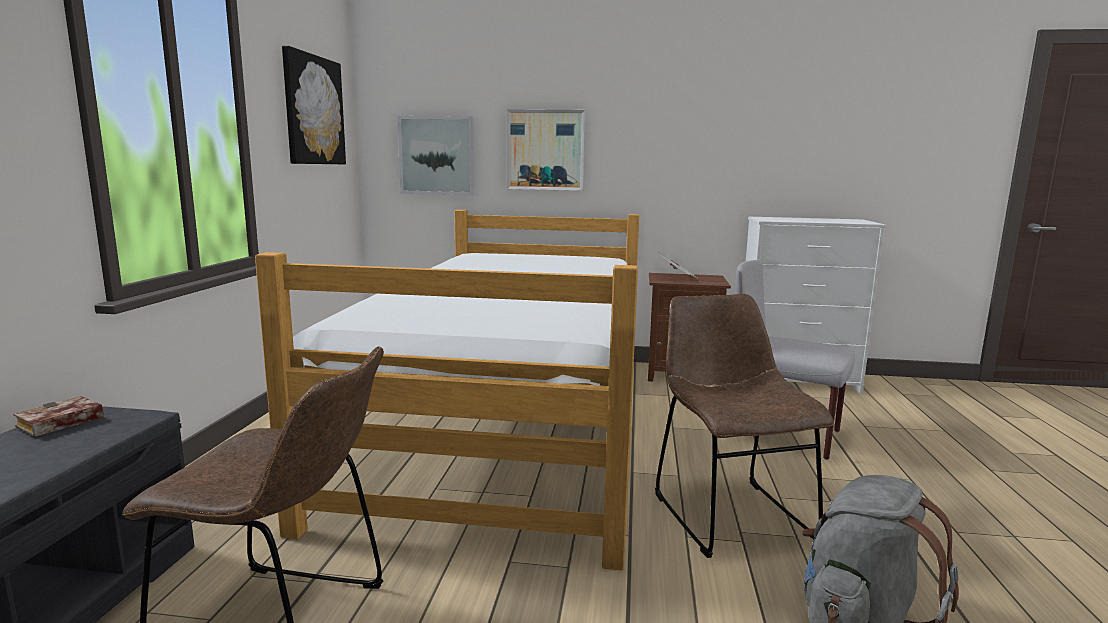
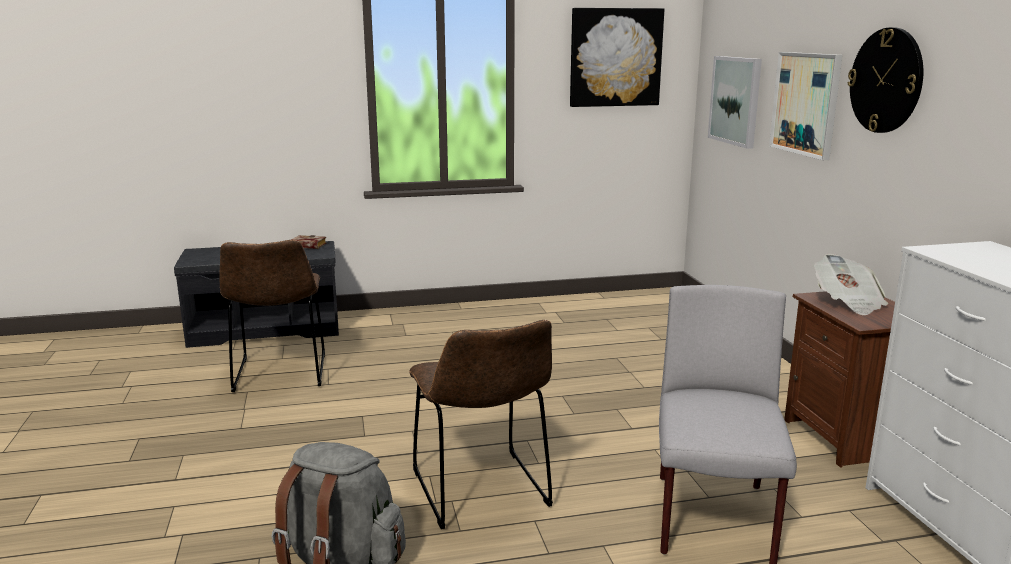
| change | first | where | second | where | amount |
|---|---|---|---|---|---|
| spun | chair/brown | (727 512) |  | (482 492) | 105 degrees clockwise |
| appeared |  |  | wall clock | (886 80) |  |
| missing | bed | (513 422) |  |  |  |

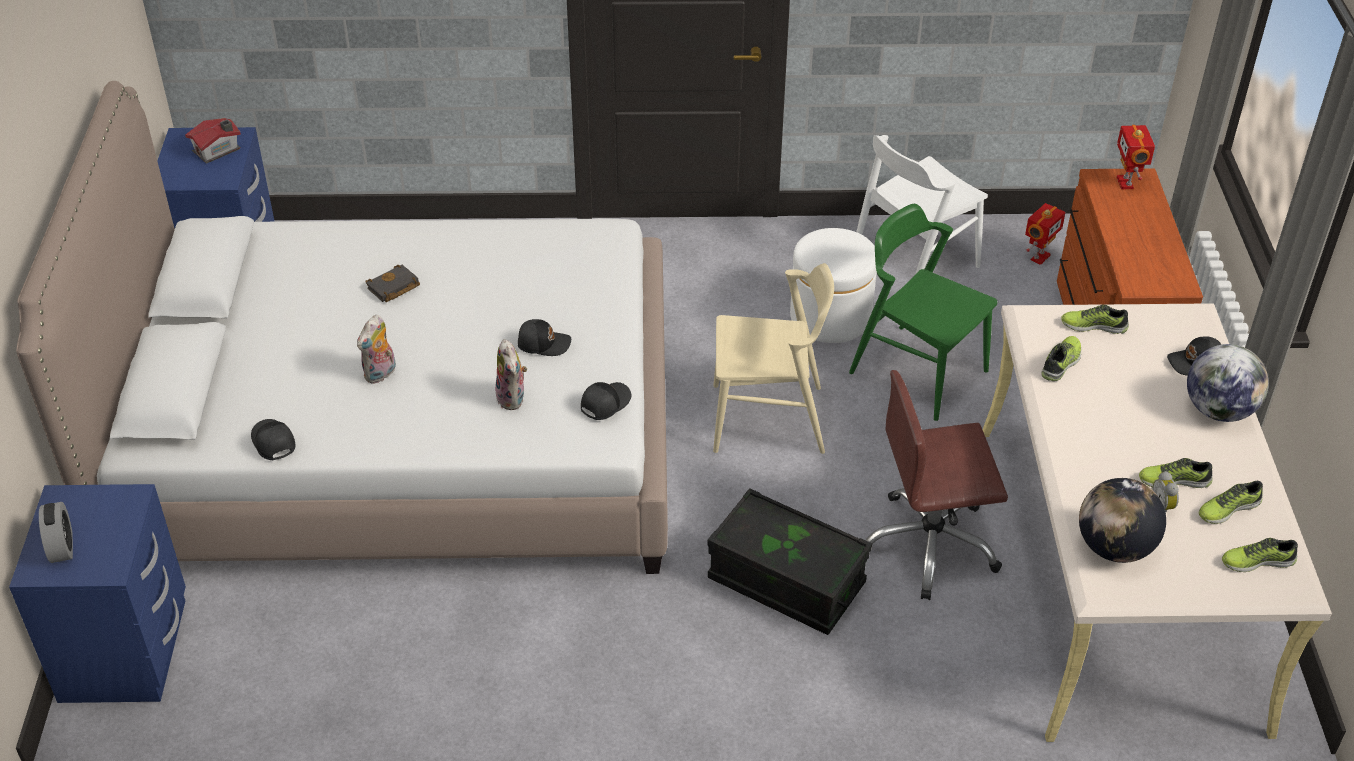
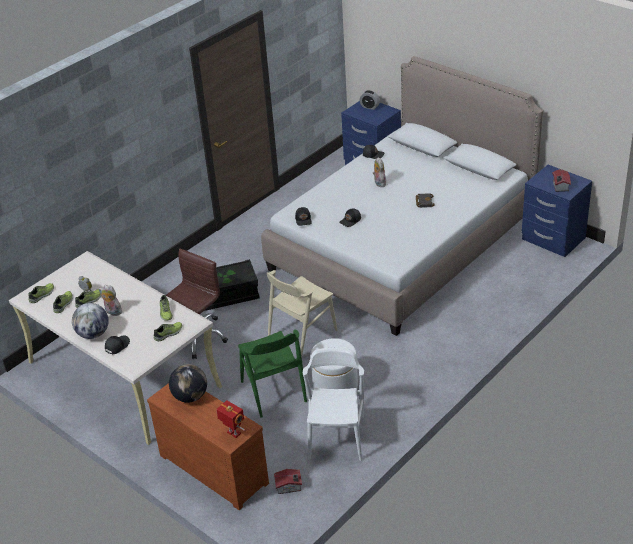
| change | first | where | second | where | amount |
|---|---|---|---|---|---|
| relocated | plush toy | (513 398) |  | (112 312) |  |
| relocated | globe | (1114 548) |  | (190 396) |  |
| spun | chair/green | (918 371) |  | (273 391) | 75 degrees clockwise |
| exchanged | toy robot | (1039 257) | toy house | (289 487) |  |

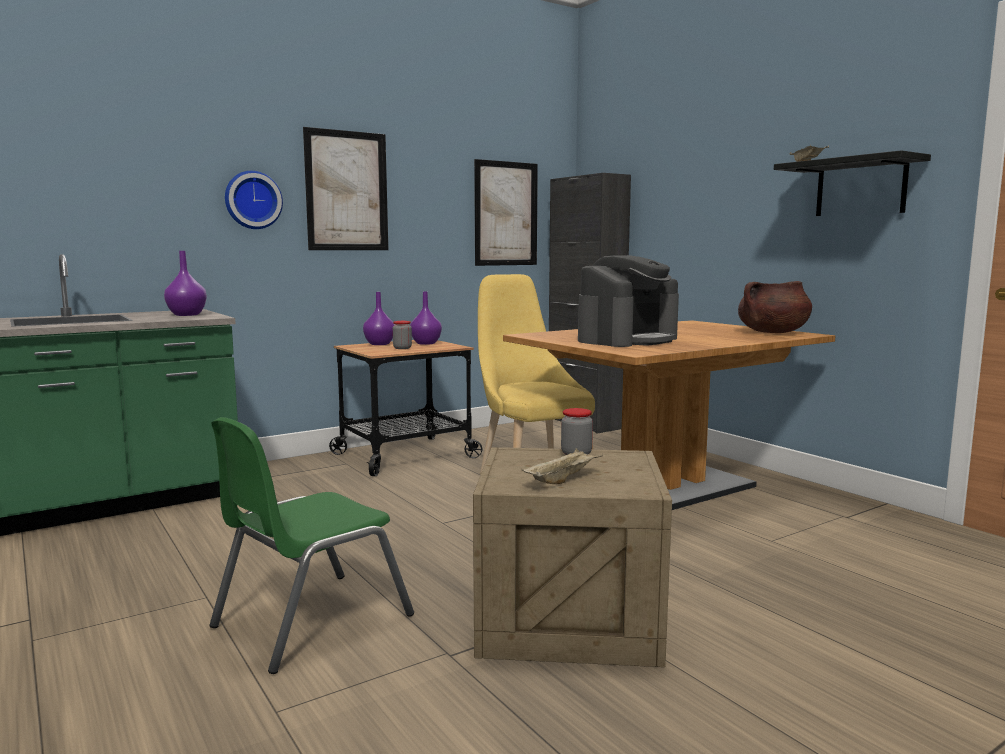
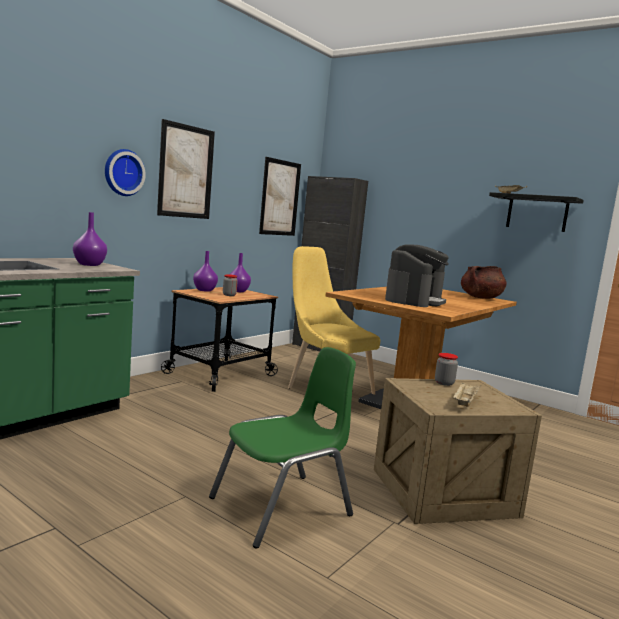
| change | first | where | second | where | amount |
|---|---|---|---|---|---|
| spun | chair/green | (310 620) |  | (282 508) | 150 degrees counterclockwise |

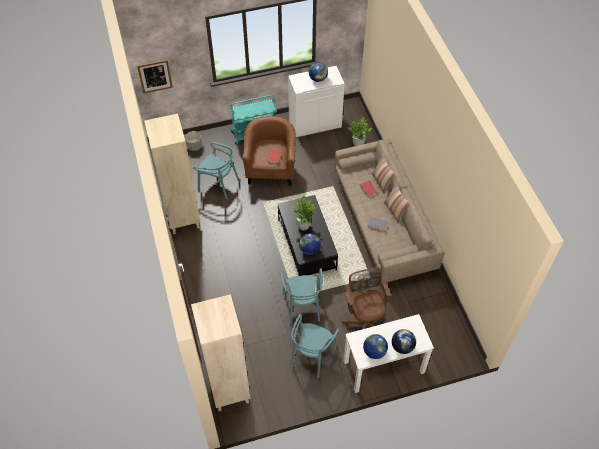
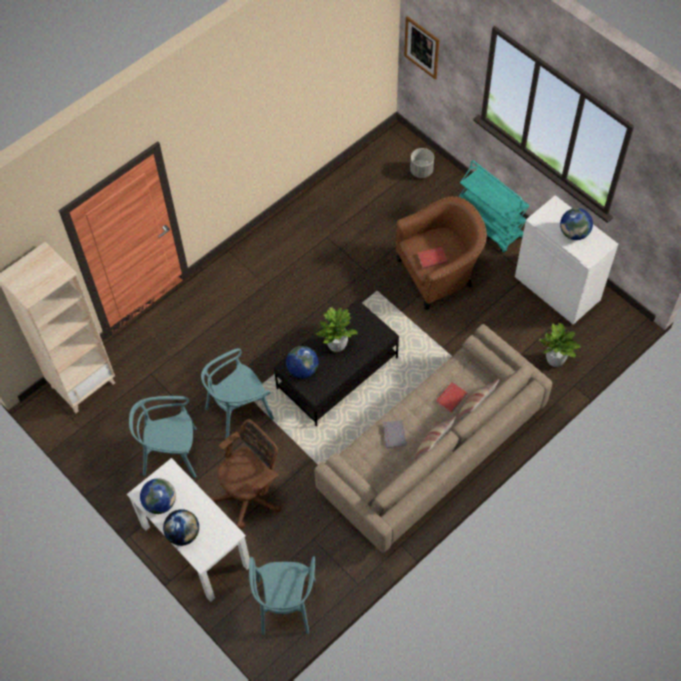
| change | first | where | second | where | amount |
|---|---|---|---|---|---|
| relocated | chair/turquoise | (219 184) |  | (285 605) |  |
| missing | bookcase/beige | (183 218) |  |  |  |

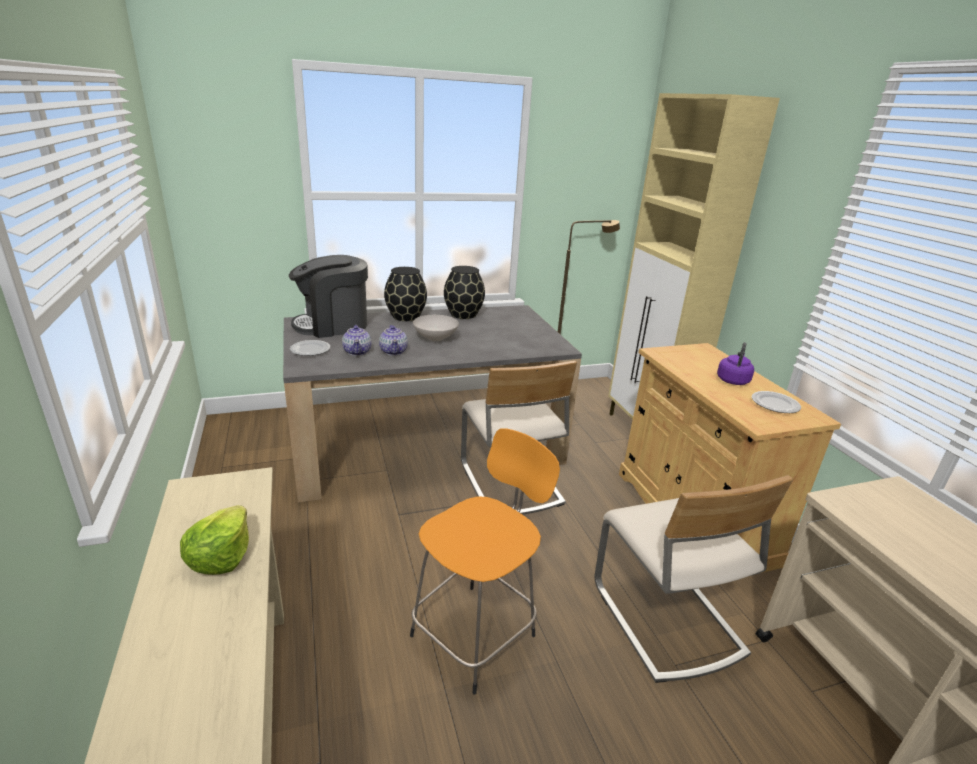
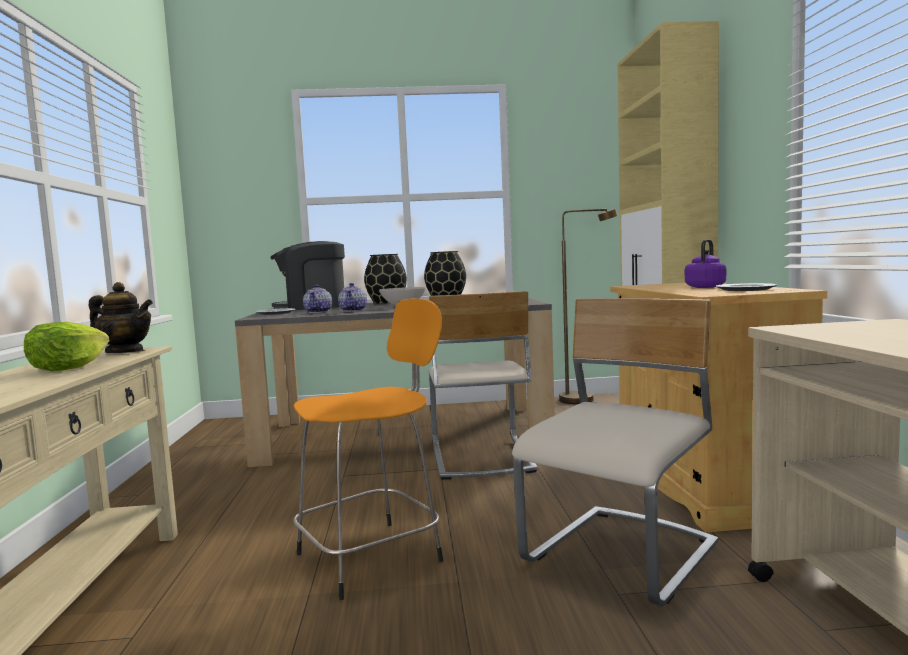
| change | first | where | second | where | amount |
|---|---|---|---|---|---|
| appeared |  |  | teapot | (125 352) |  |
| spun | chair/beige | (665 618) |  | (623 556) | 135 degrees counterclockwise |

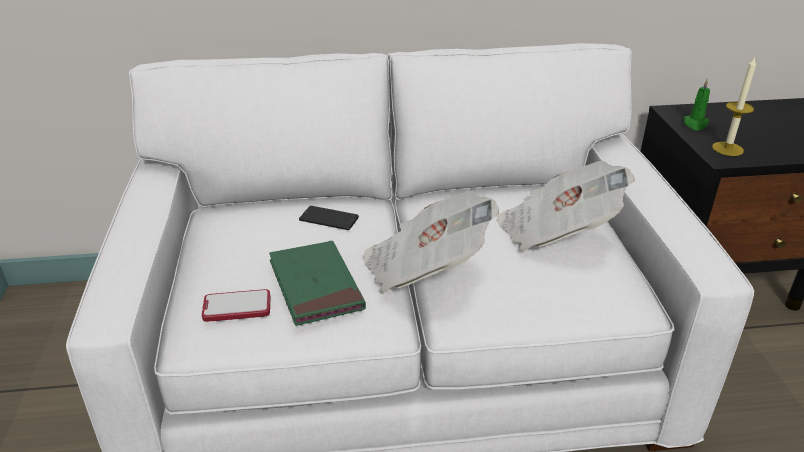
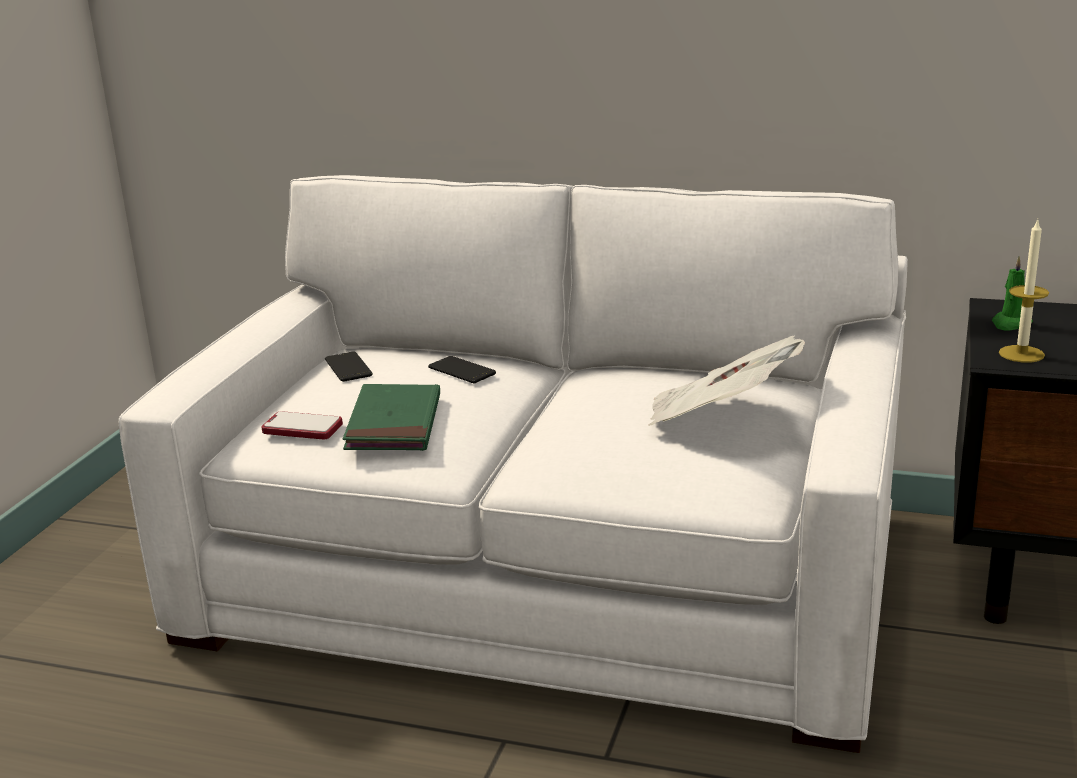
| change | first | where | second | where | amount |
|---|---|---|---|---|---|
| appeared |  |  | phone | (348 367) |  |
| missing | newspaper | (425 268) |  |  |  |

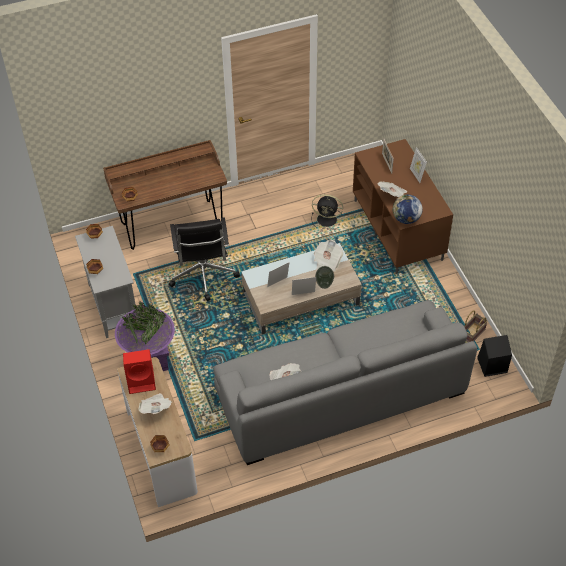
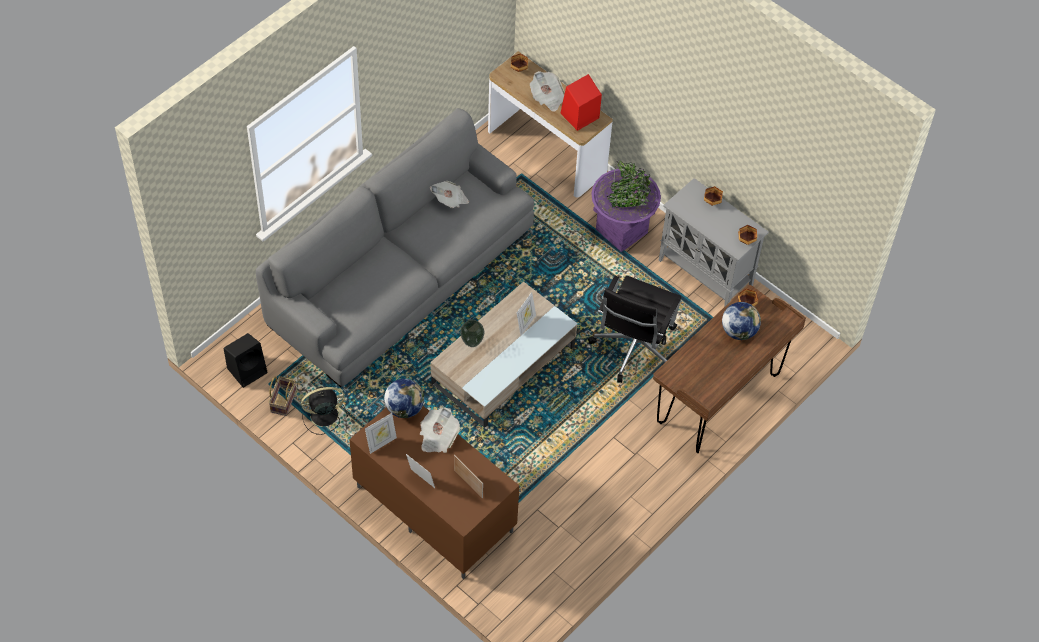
| change | first | where | second | where | amount |
|---|---|---|---|---|---|
| relocated | fan/black | (328 220) |  | (323 415) |  |
| relocated | picture frame | (303 295) |  | (381 443) |  |
| spun | office chair/black | (203 275) |  | (634 349) | 120 degrees counterclockwise |
| appeared |  |  | globe | (739 331) |  |
| missing | newspaper | (327 262) |  |  |  |

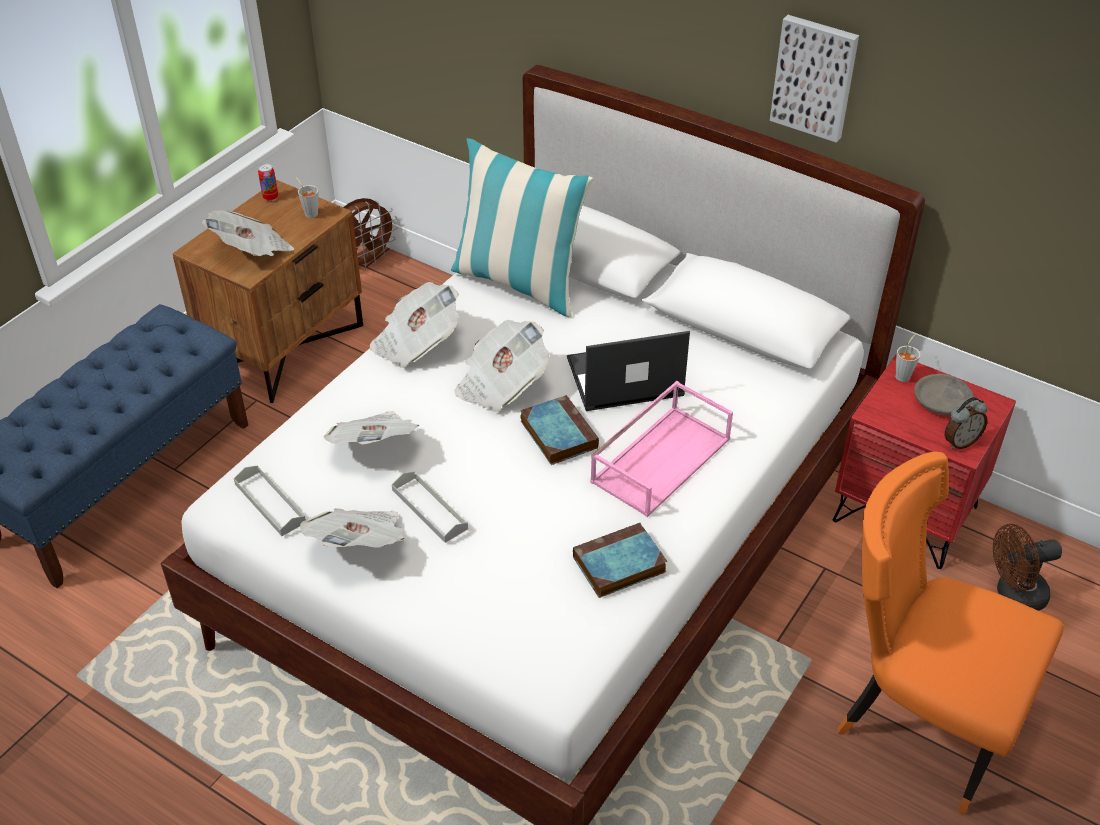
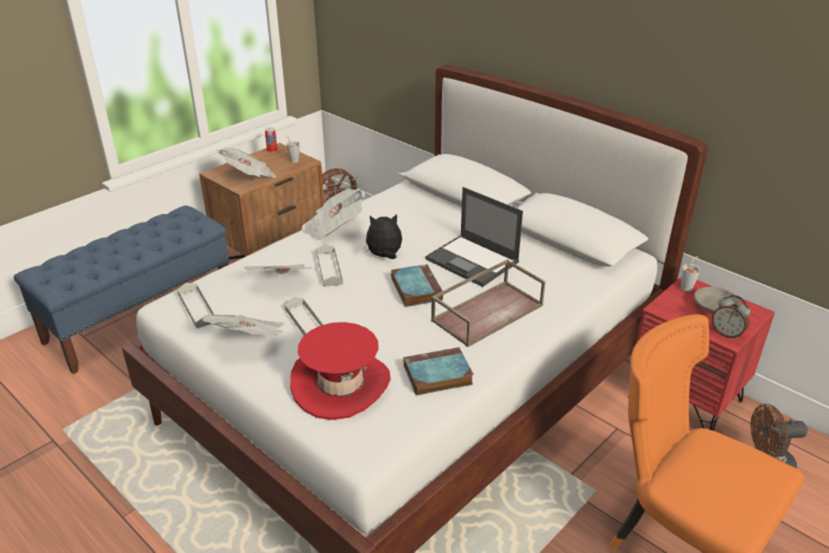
| change | first | where | second | where | amount |
|---|---|---|---|---|---|
| appeared |  |  | hat/red | (340 385) |  |
| appeared |  |  | tray/grey | (329 268) |  |
| exchanged | newspaper | (501 384) | plush toy | (384 256) |  |
| spun | laptop | (623 377) |  | (473 261) | 135 degrees counterclockwise |
| colour | tray/pink | (660 458) | tray/brown | (487 312) |  |
| spun | alarm clock | (960 442) |  | (726 333) | 60 degrees clockwise |
| missing | pillow | (519 283) |  |  |  |
| missing | picture | (815 77) |  |  |  |

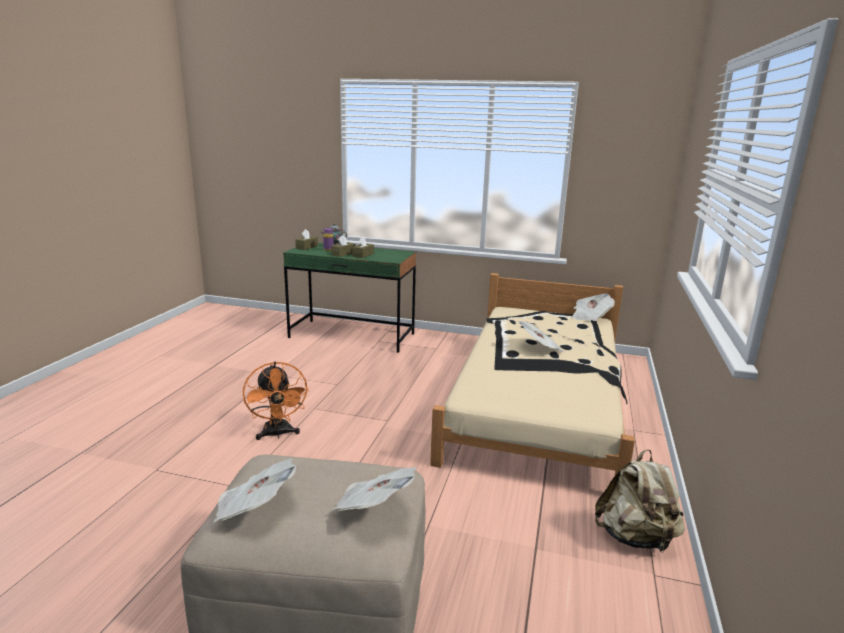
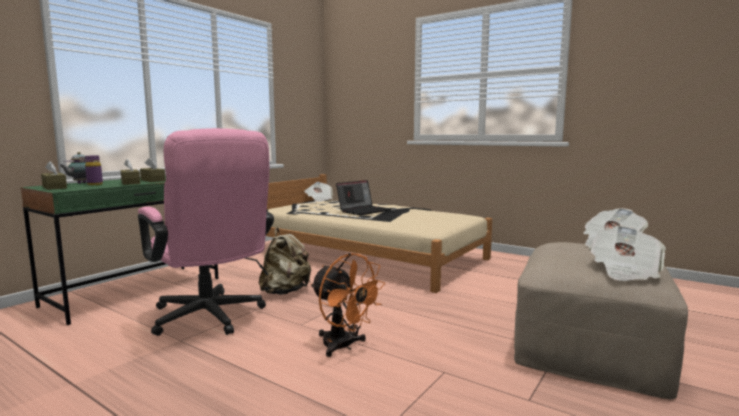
| change | first | where | second | where | amount |
|---|---|---|---|---|---|
| appeared |  |  | office chair/pink | (211 318) |  |
| relocated | backpack/beige | (635 538) |  | (285 292) |  |
| spun | fan/orange | (277 434) |  | (344 346) | 45 degrees clockwise |
| exchanged | newspaper | (539 348) | laptop | (364 210) |  |

